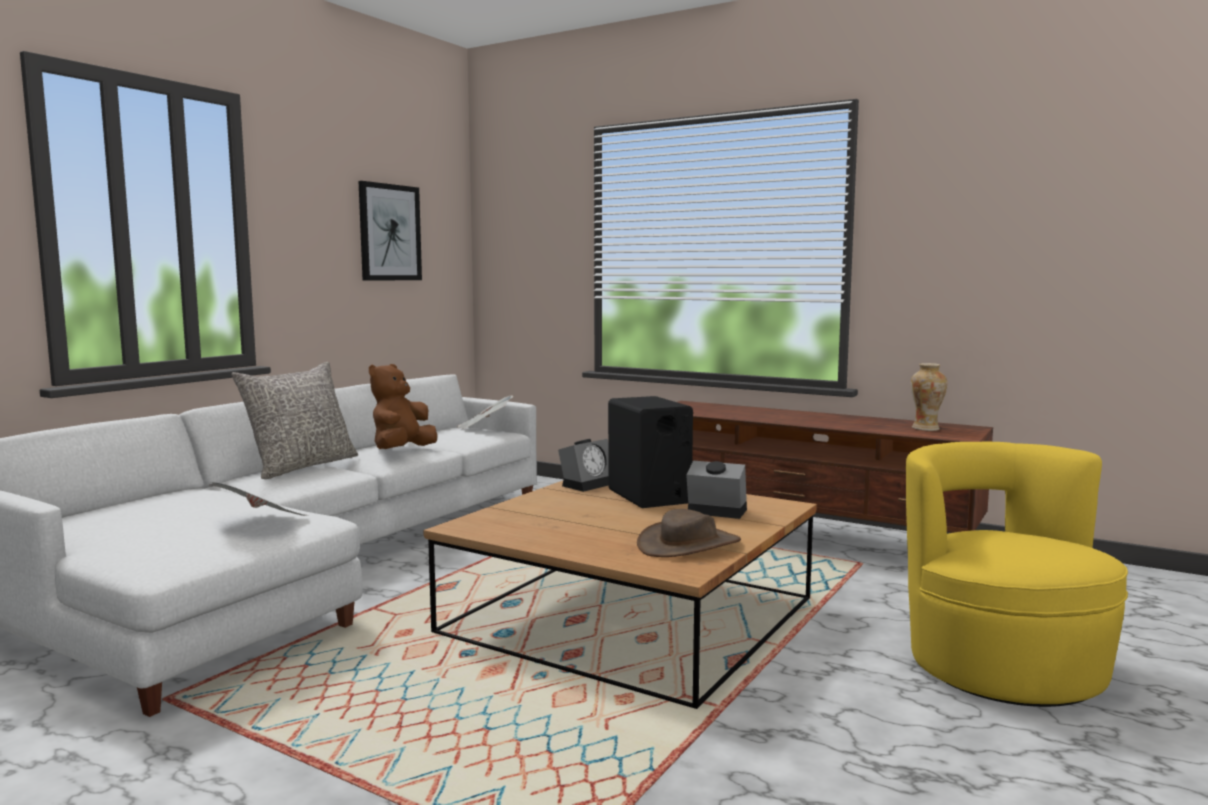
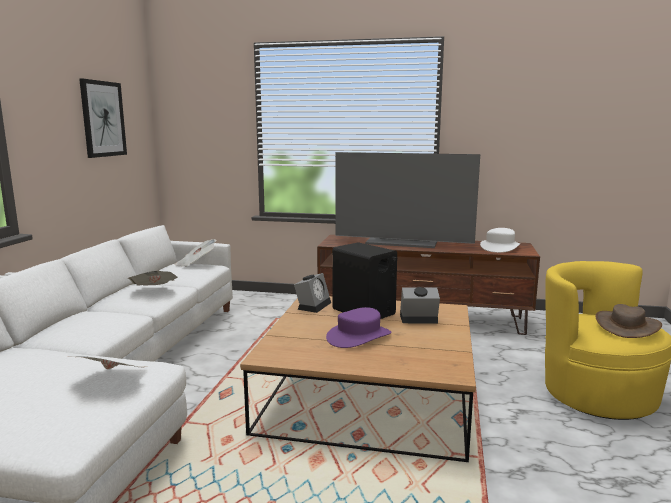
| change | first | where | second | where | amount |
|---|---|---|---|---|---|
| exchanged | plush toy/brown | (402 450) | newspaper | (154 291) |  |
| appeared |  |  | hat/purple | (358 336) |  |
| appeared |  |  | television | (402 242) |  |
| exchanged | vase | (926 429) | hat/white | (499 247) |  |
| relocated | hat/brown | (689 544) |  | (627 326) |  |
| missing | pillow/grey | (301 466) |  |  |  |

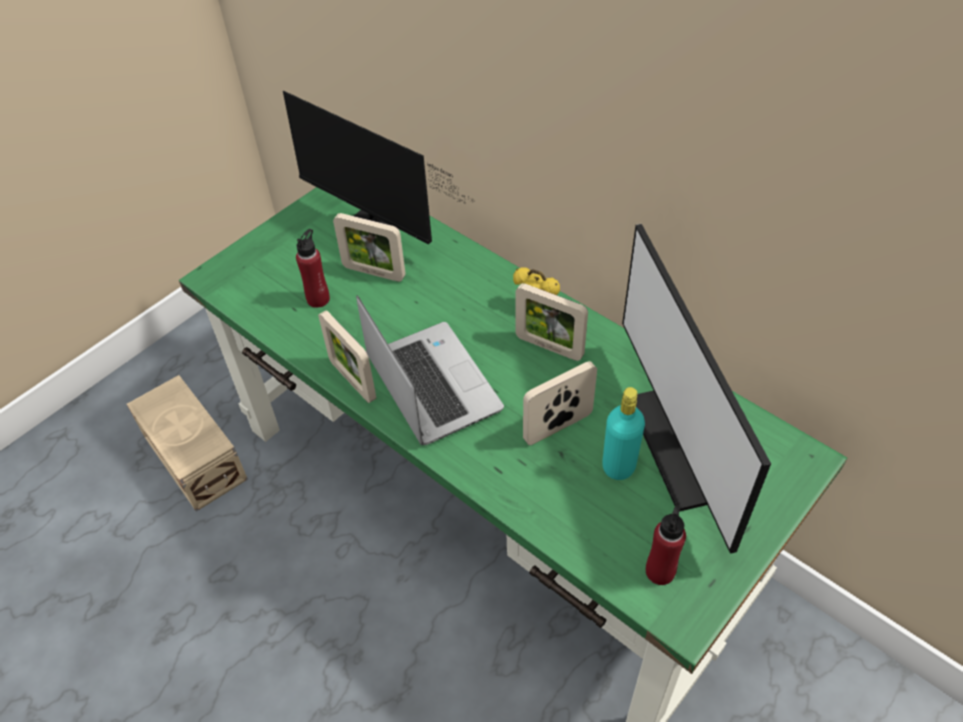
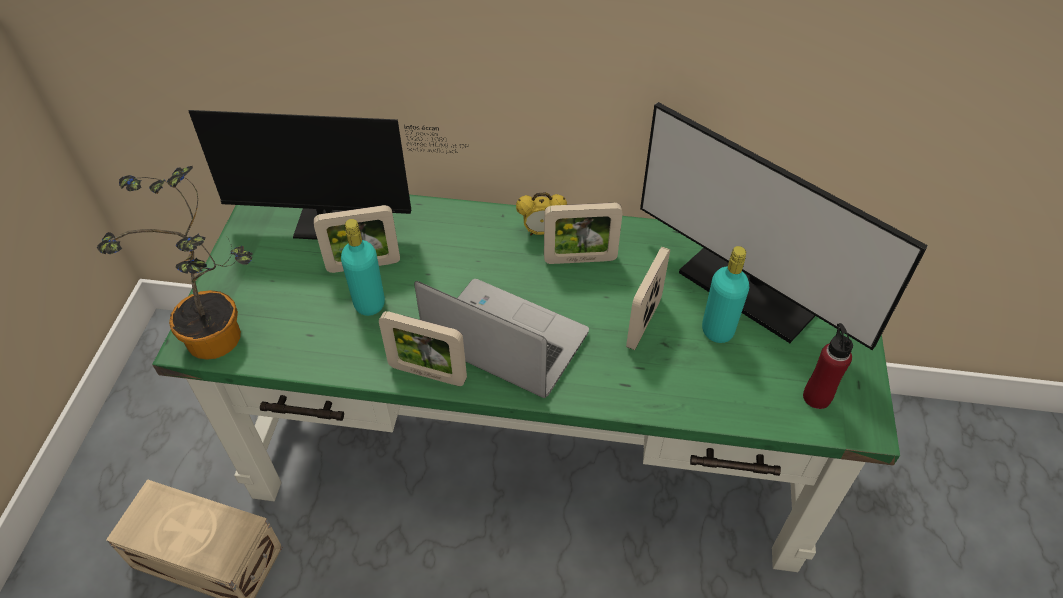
| change | first | where | second | where | amount |
|---|---|---|---|---|---|
| appeared |  |  | potted plant | (222 340) |  |
| appeared |  |  | bottle/turquoise | (369 304) |  |
| missing | bottle/red | (318 299) |  |  |  |

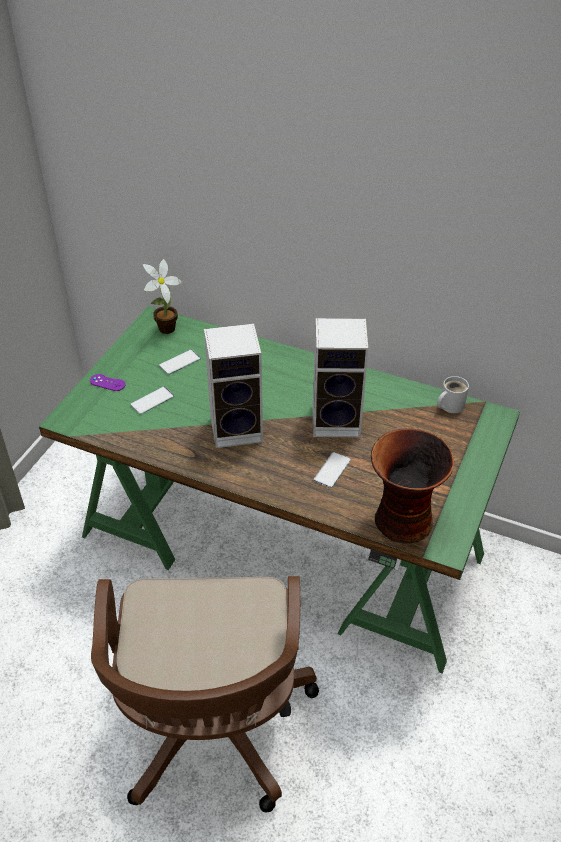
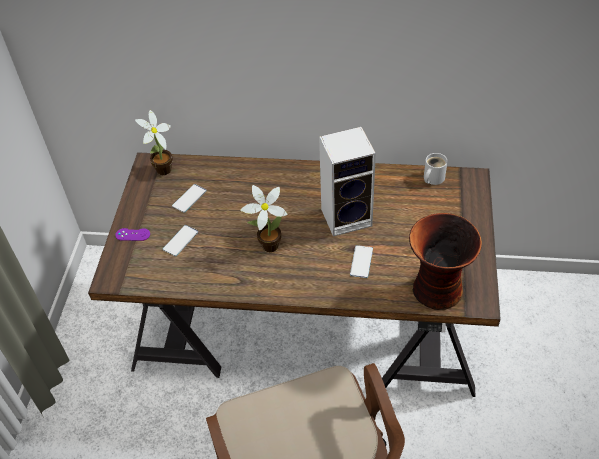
| change | first | where | second | where | amount |
|---|---|---|---|---|---|
| colour | desk/green | (282 544) | desk/brown | (306 326) |  |
| exchanged | speaker | (238 428) | potted plant | (267 246) |  |

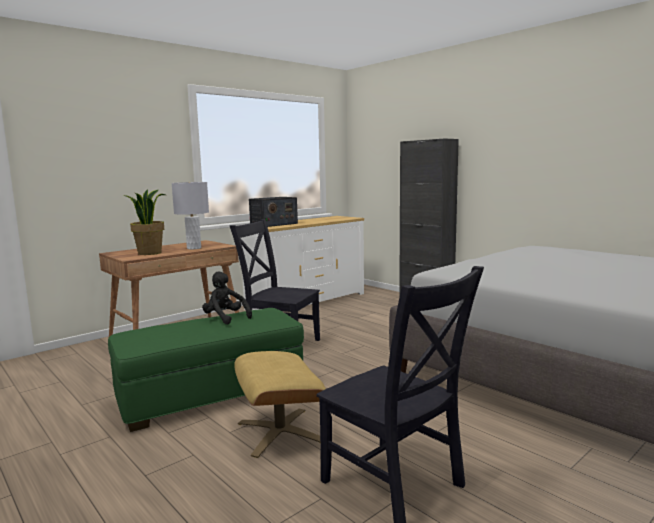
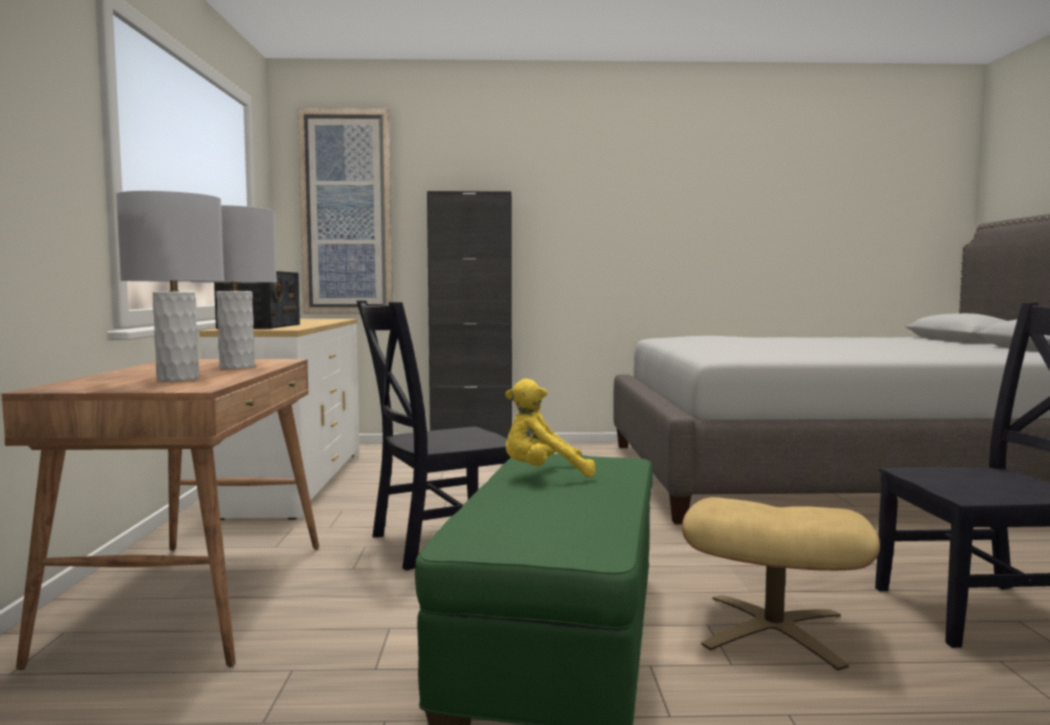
| change | first | where | second | where | amount |
|---|---|---|---|---|---|
| exchanged | potted plant | (149 253) | table lamp/grey | (177 379) |  |
| appeared |  |  | picture | (346 213) |  |
| colour | plush toy/black | (225 318) | plush toy/yellow | (543 474) |  |

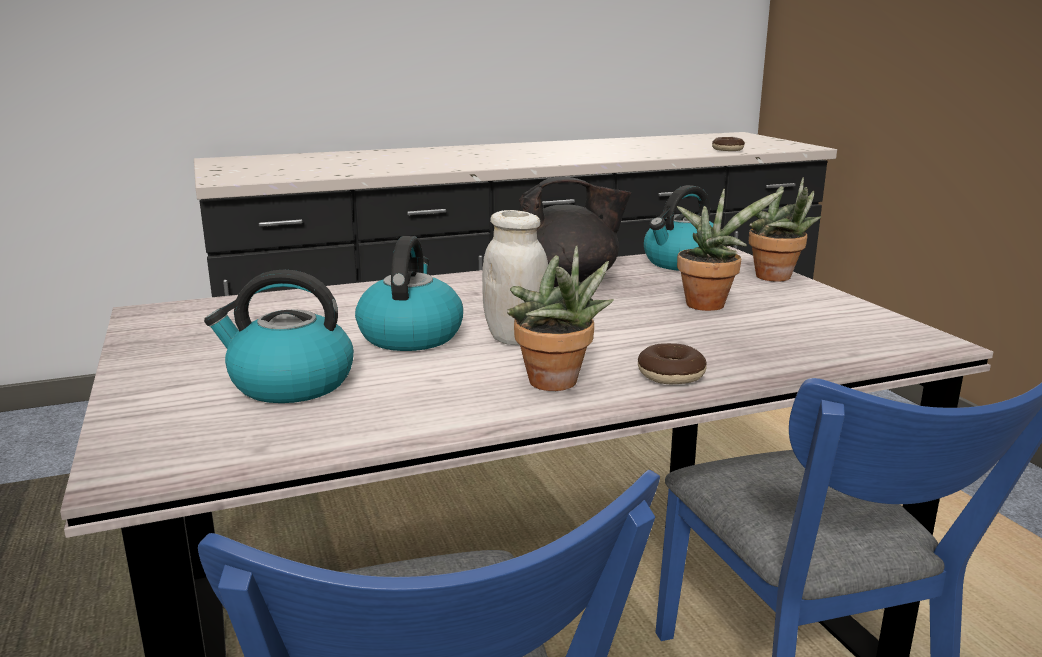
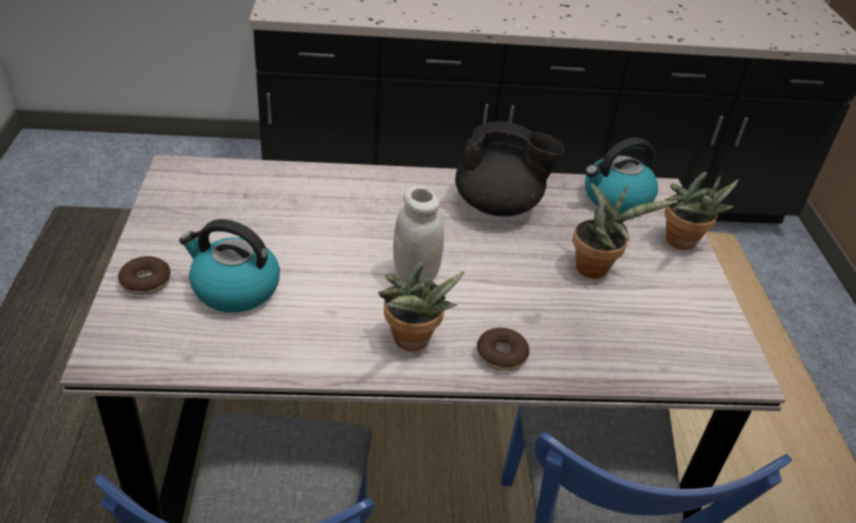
| change | first | where | second | where | amount |
|---|---|---|---|---|---|
| relocated | donut | (727 150) |  | (146 282) |  |
| missing | kettle | (410 335) |  |  |  |

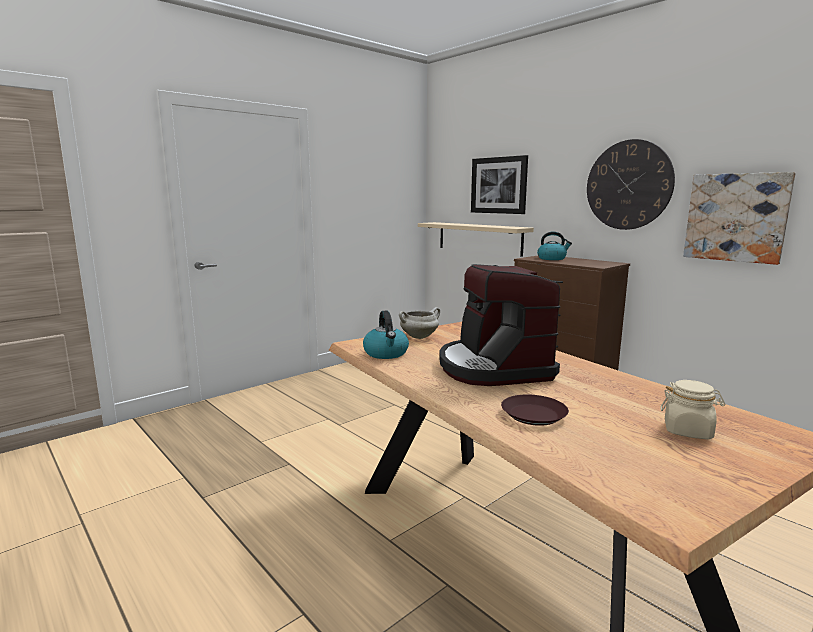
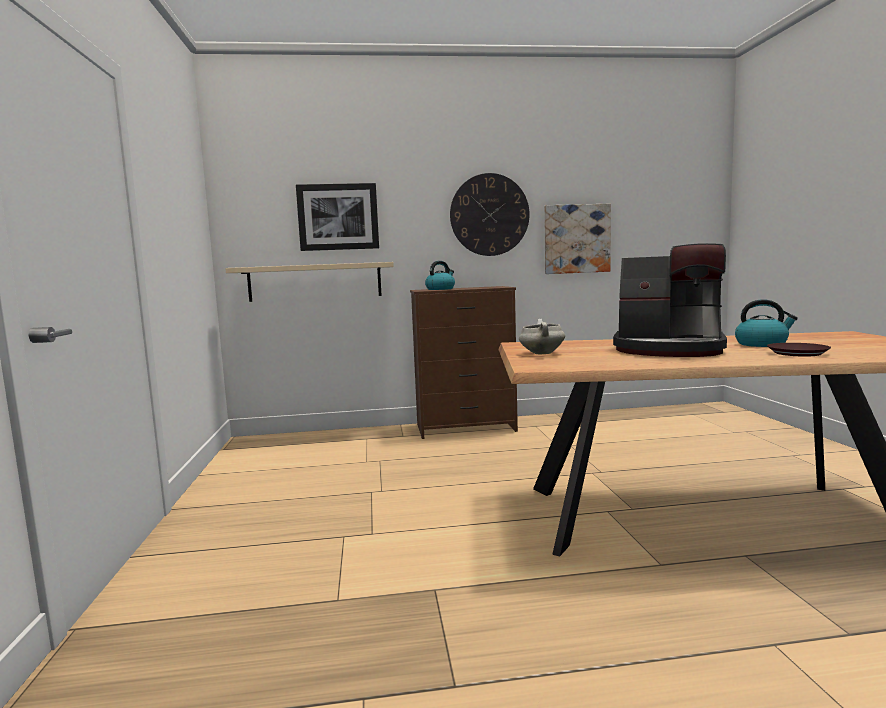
| change | first | where | second | where | amount |
|---|---|---|---|---|---|
| relocated | kettle | (386 353) |  | (762 344) |  |
| missing | jar/beige | (688 431) |  |  |  |

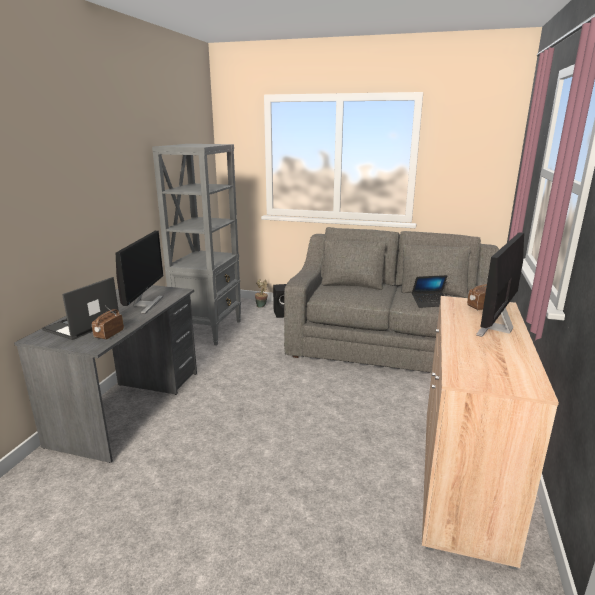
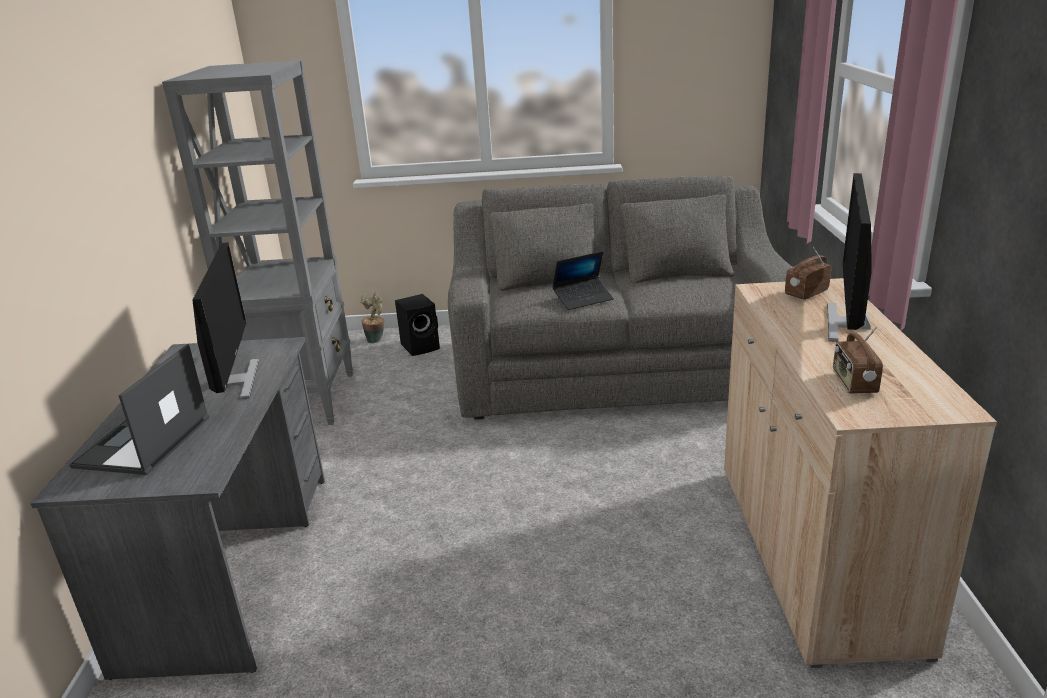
| change | first | where | second | where | amount |
|---|---|---|---|---|---|
| relocated | laptop | (430 303) |  | (583 299) |  |
| relocated | radio | (109 334) |  | (853 383) |  |

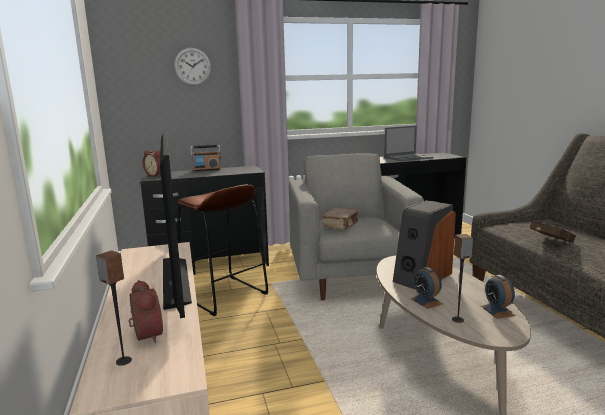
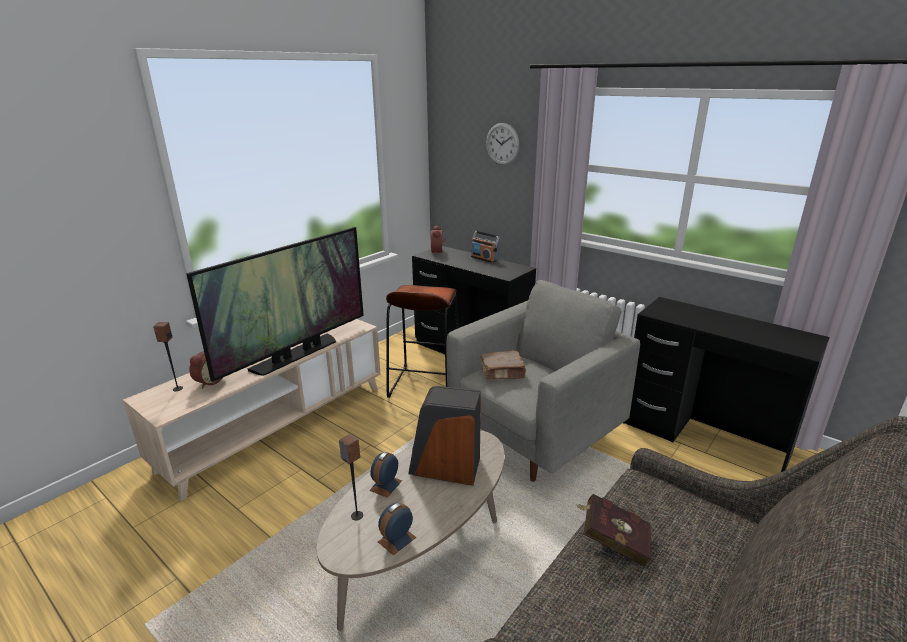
| change | first | where | second | where | amount |
|---|---|---|---|---|---|
| missing | laptop | (408 157) |  |  |  |

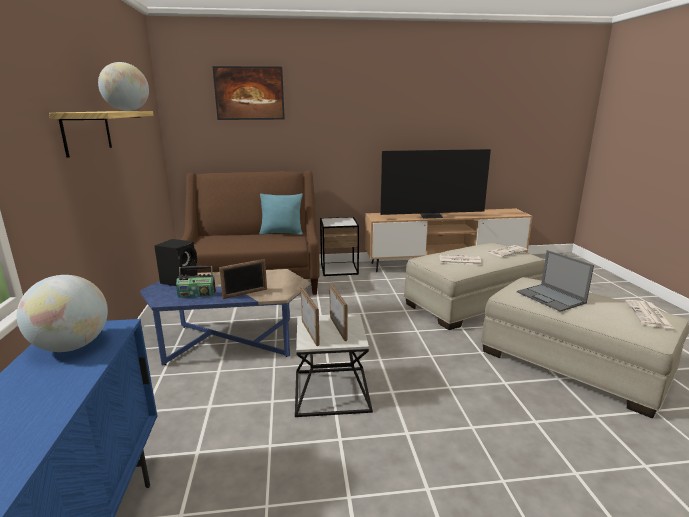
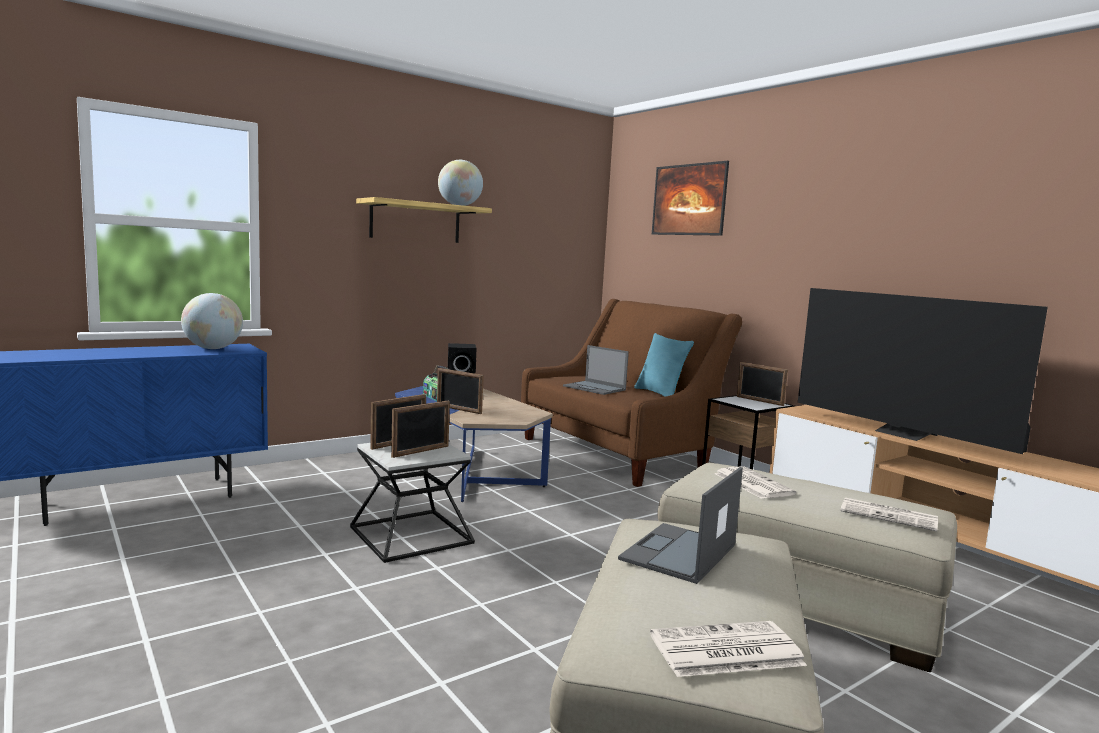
| change | first | where | second | where | amount |
|---|---|---|---|---|---|
| appeared |  |  | laptop | (595 388) |  |
| appeared |  |  | picture frame | (759 401) |  |

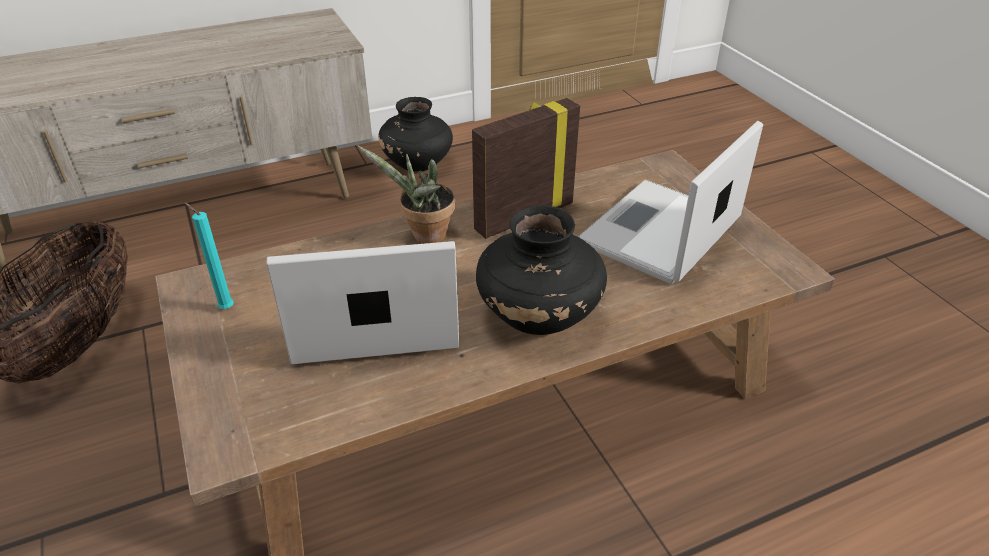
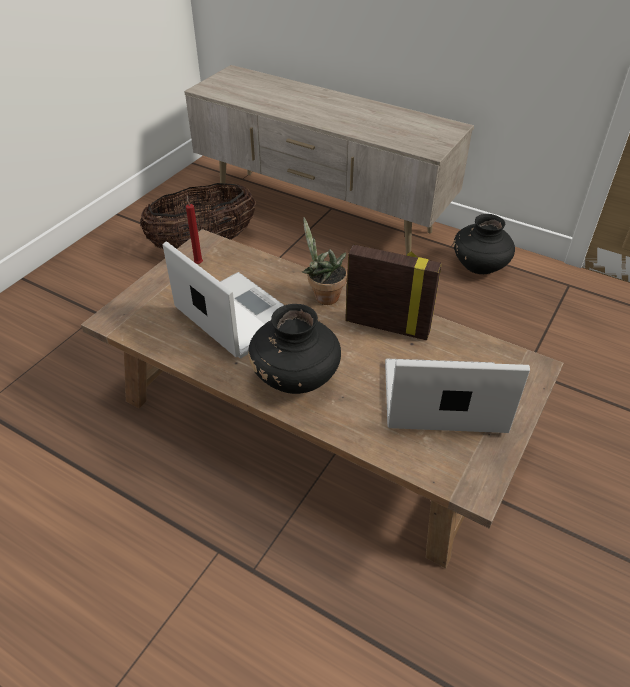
| change | first | where | second | where | amount |
|---|---|---|---|---|---|
| colour | candle/turquoise | (224 308) | candle/red | (198 263) |  |

